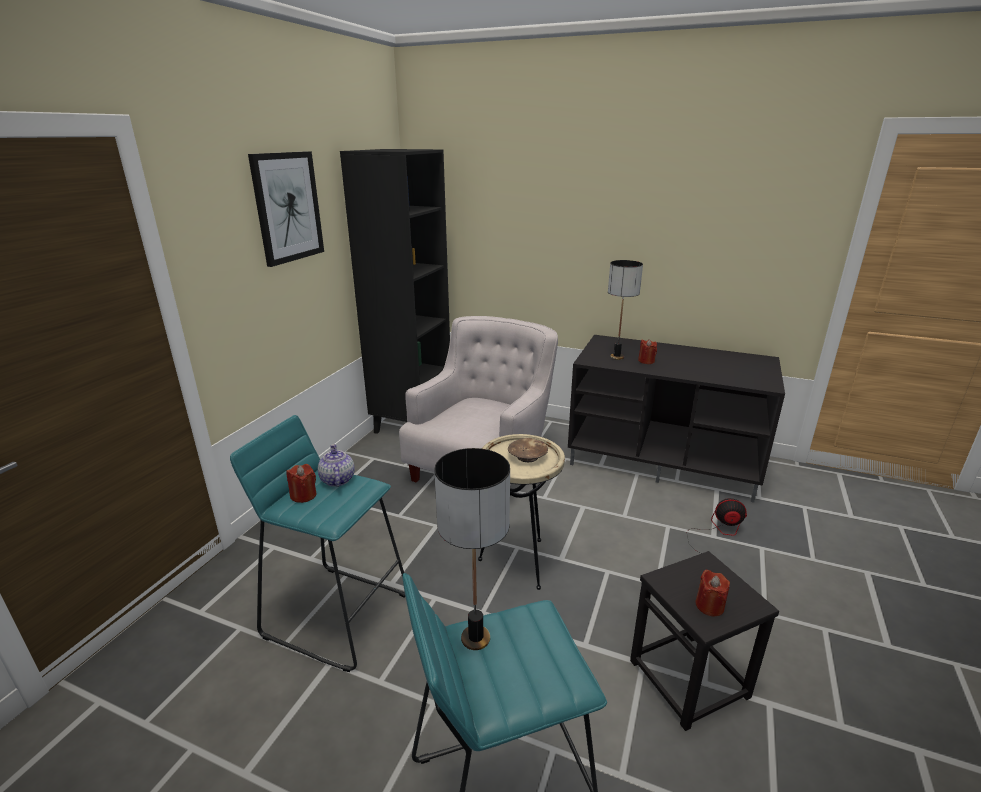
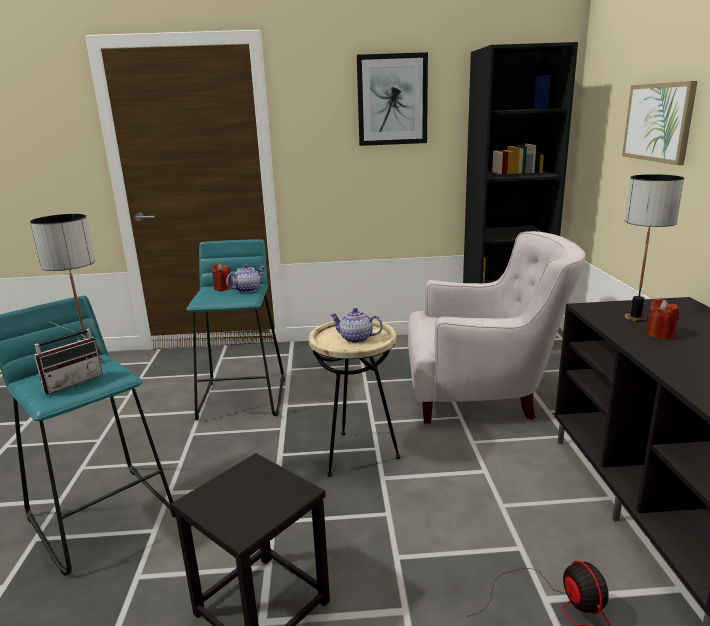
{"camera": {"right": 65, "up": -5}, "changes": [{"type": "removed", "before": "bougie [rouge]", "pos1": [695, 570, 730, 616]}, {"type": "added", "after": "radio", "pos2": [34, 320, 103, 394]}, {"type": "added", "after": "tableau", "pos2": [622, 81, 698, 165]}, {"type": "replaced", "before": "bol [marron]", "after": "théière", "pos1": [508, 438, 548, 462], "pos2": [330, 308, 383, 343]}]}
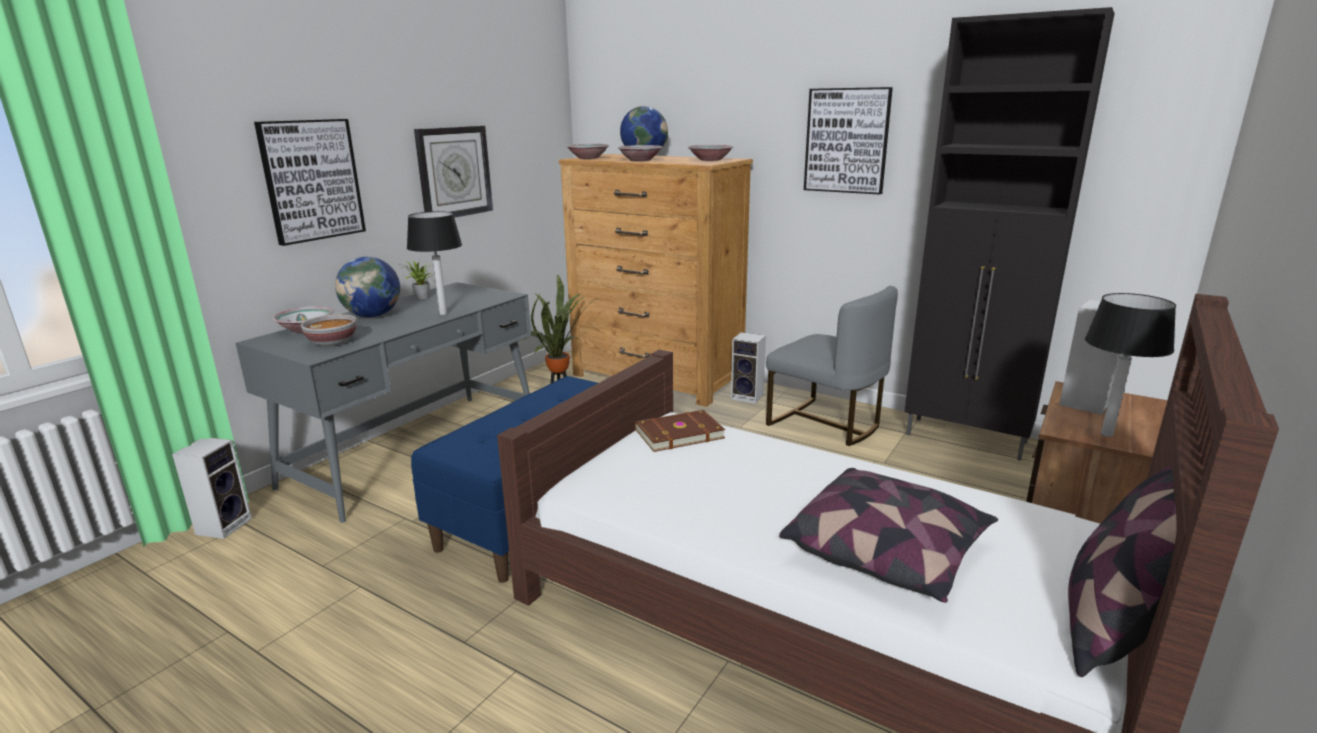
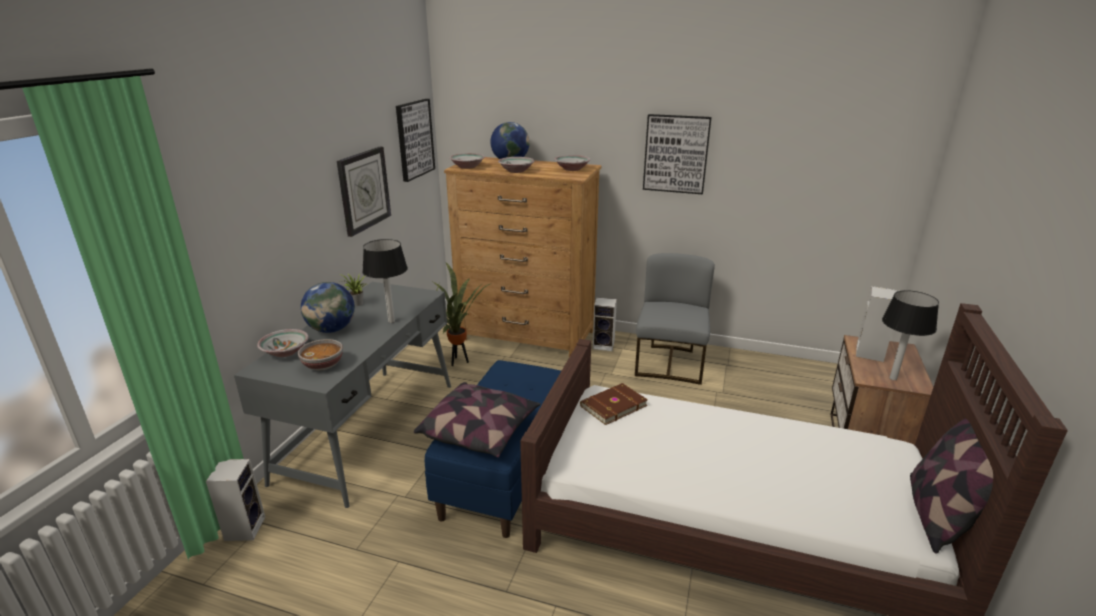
{"camera": {"right": -15, "up": 5}, "changes": [{"type": "removed", "before": "meuble de rangement [noir]", "pos1": [904, 7, 1115, 461]}, {"type": "moved", "before": "tableau", "pos1": [254, 119, 366, 246], "pos2": [396, 99, 435, 182]}, {"type": "moved", "before": "coussin", "pos1": [779, 468, 998, 603], "pos2": [414, 382, 541, 457]}, {"type": "turned", "before": "chaise [gris]", "pos1": [766, 286, 898, 446], "pos2": [635, 253, 715, 385], "turn": -105}]}
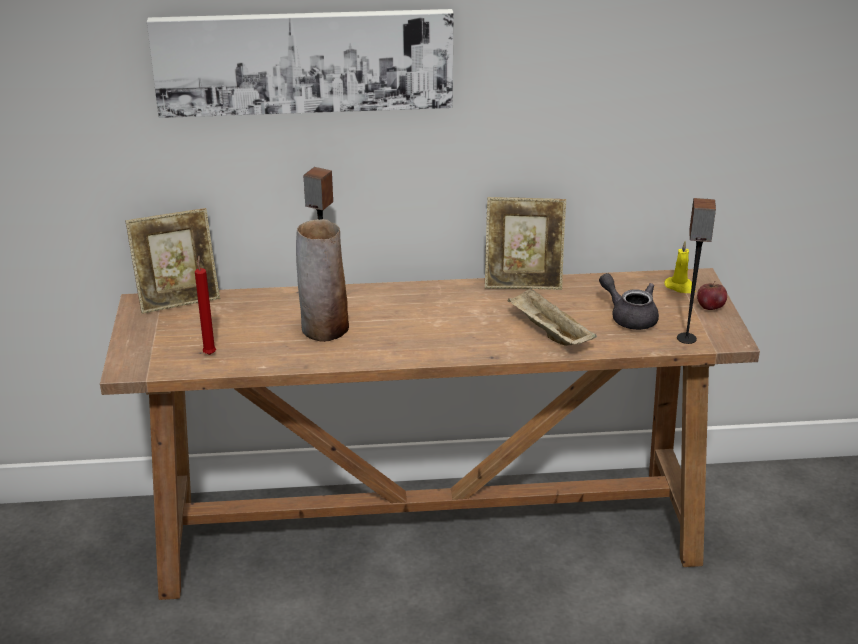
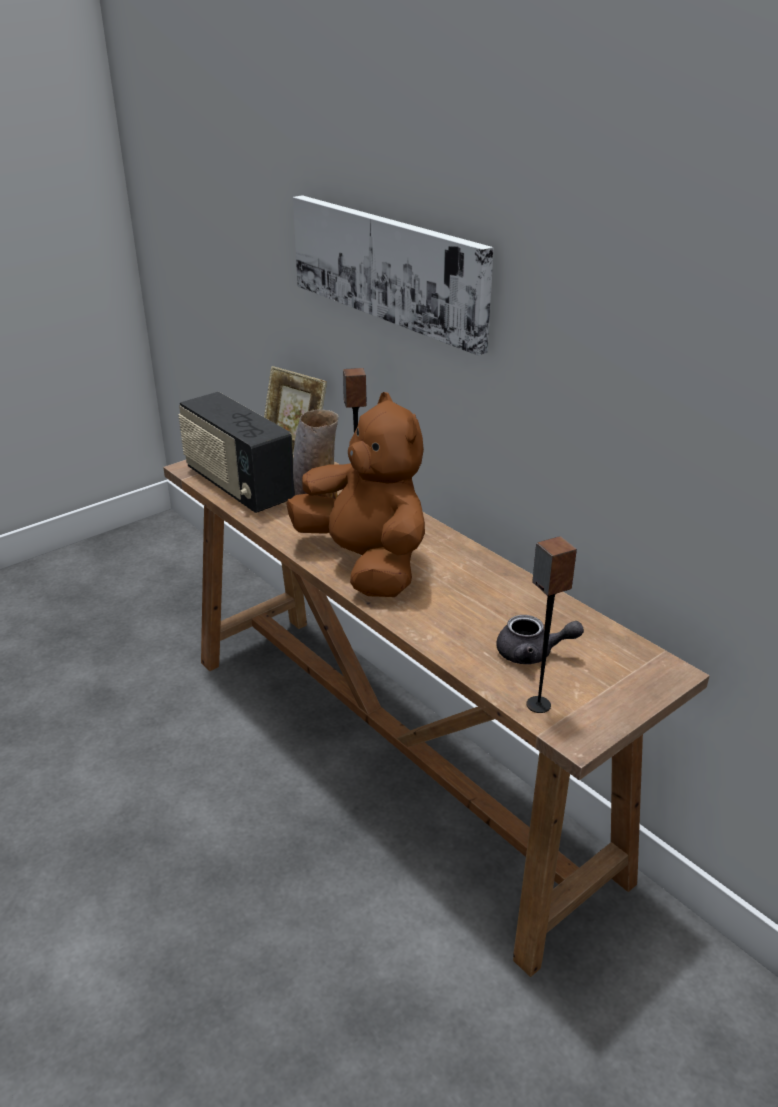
{"camera": {"right": 55, "up": 0}, "changes": [{"type": "removed", "before": "cadre photo", "pos1": [485, 197, 566, 290]}, {"type": "removed", "before": "plateau [beige]", "pos1": [508, 288, 597, 346]}, {"type": "removed", "before": "bougie [jaune]", "pos1": [664, 241, 692, 293]}, {"type": "removed", "before": "pomme", "pos1": [697, 281, 727, 310]}, {"type": "added", "after": "peluche [marron]", "pos2": [286, 392, 425, 597]}, {"type": "replaced", "before": "bougie [rouge]", "after": "radio", "pos1": [195, 256, 216, 355], "pos2": [178, 391, 295, 513]}, {"type": "turned", "before": "théière [gris]", "pos1": [599, 273, 659, 330], "pos2": [497, 615, 584, 664], "turn": 90}]}
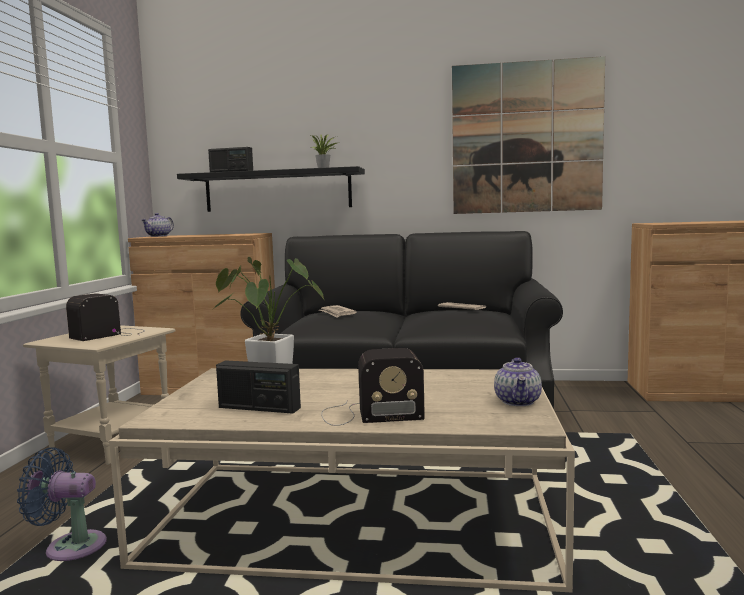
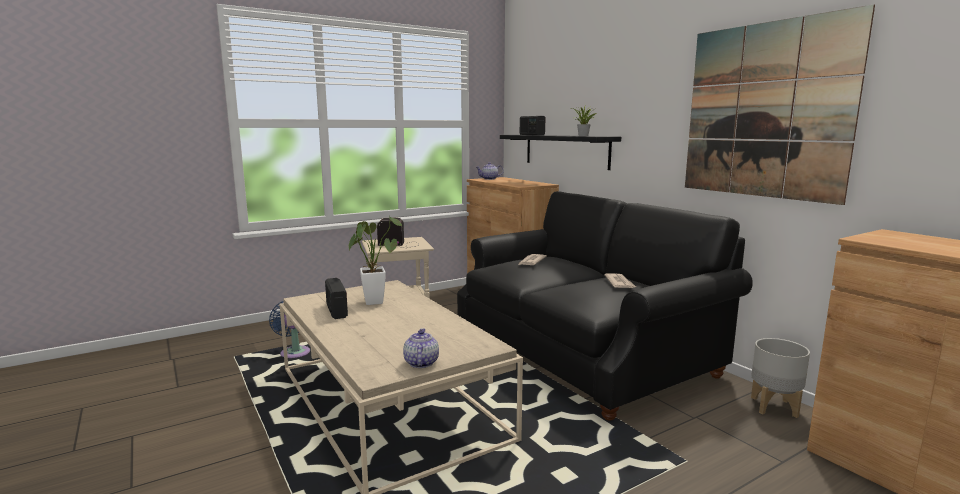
{"camera": {"right": 50, "up": 5}, "changes": [{"type": "removed", "before": "radio", "pos1": [321, 348, 425, 426]}, {"type": "added", "after": "cache-pot [gris]", "pos2": [751, 338, 810, 418]}, {"type": "turned", "before": "théière", "pos1": [494, 357, 542, 406], "pos2": [403, 328, 439, 368], "turn": 120}]}
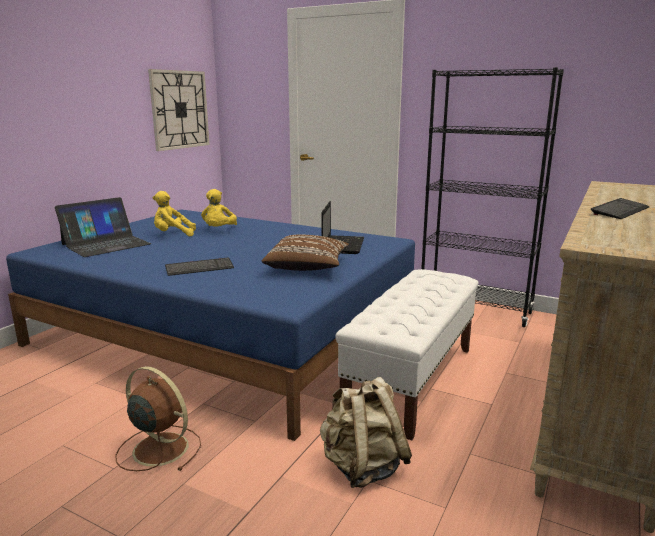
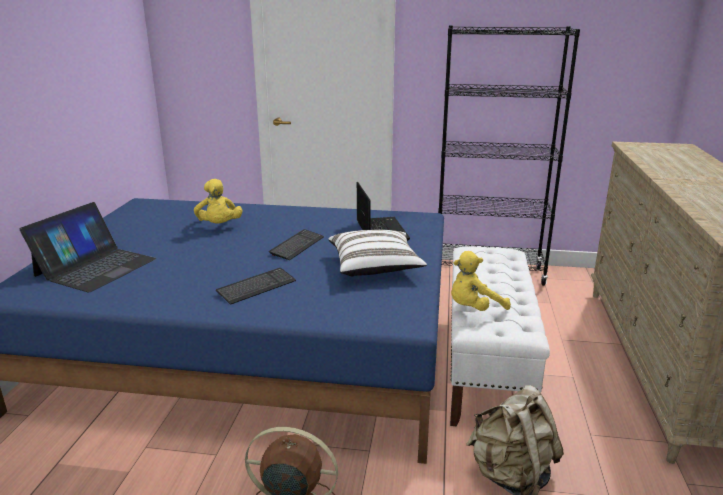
{"camera": {"right": -20, "up": 5}, "changes": [{"type": "removed", "before": "horloge murale", "pos1": [148, 69, 209, 151]}, {"type": "moved", "before": "peluche [jaune]", "pos1": [152, 191, 196, 236], "pos2": [451, 251, 511, 311]}, {"type": "moved", "before": "clavier", "pos1": [591, 198, 650, 219], "pos2": [269, 229, 324, 260]}, {"type": "recoloured", "before": "coussin [marron]", "after": "coussin [blanc]", "pos1": [262, 234, 349, 271], "pos2": [329, 230, 427, 277]}]}
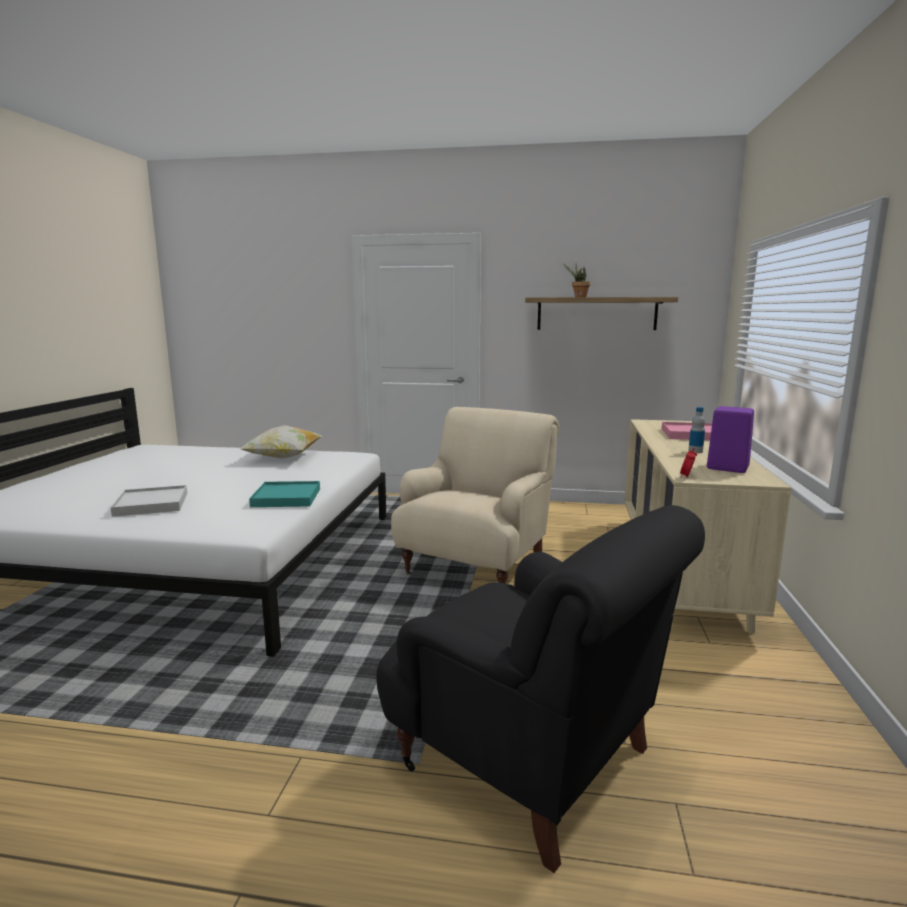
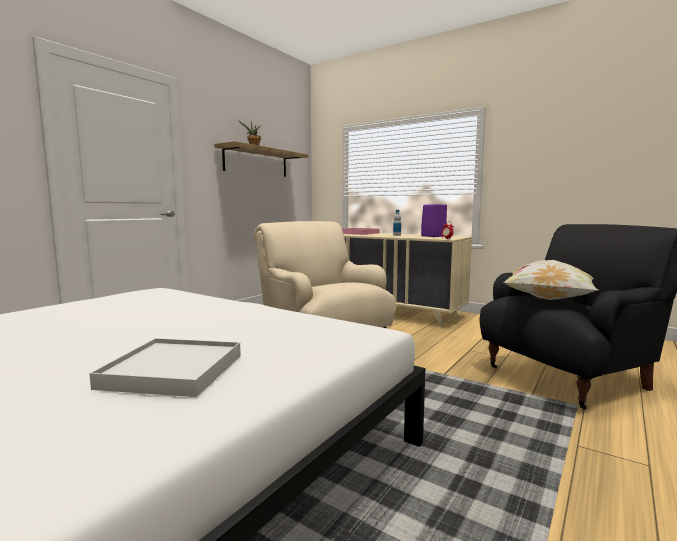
{"camera": {"right": -65, "up": -5}, "changes": [{"type": "removed", "before": "plateau [turquoise]", "pos1": [249, 481, 320, 507]}, {"type": "moved", "before": "coussin", "pos1": [240, 425, 322, 459], "pos2": [503, 260, 598, 300]}]}
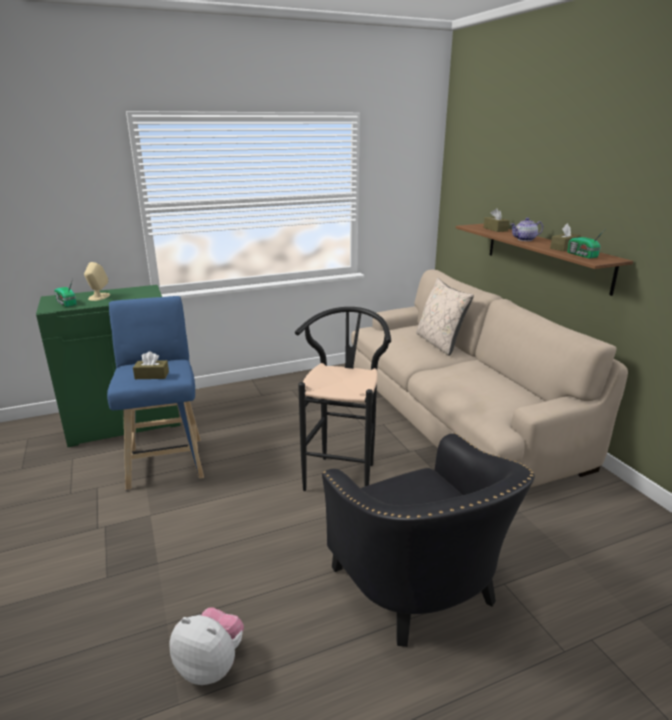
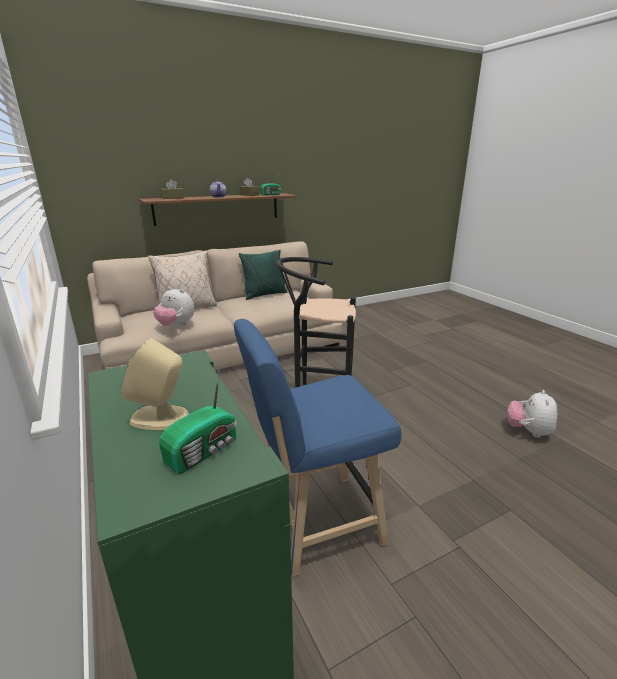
{"camera": {"right": -95, "up": 0}, "changes": [{"type": "removed", "before": "boîte à mouchoirs [marron]", "pos1": [133, 352, 169, 379]}, {"type": "removed", "before": "fauteuil [noir]", "pos1": [322, 433, 535, 647]}, {"type": "added", "after": "peluche", "pos2": [153, 287, 195, 326]}, {"type": "added", "after": "coussin [vert]", "pos2": [239, 250, 287, 300]}]}
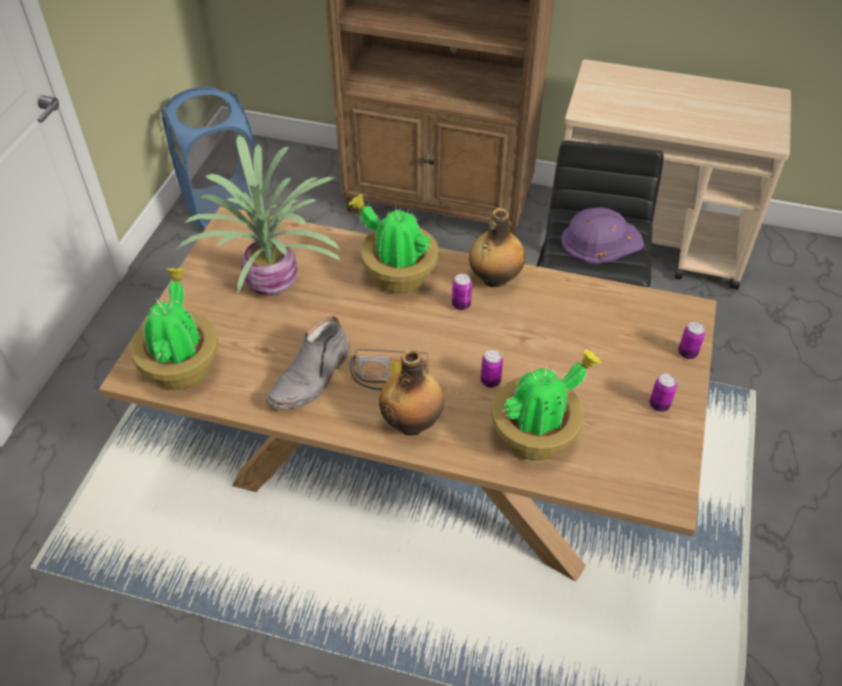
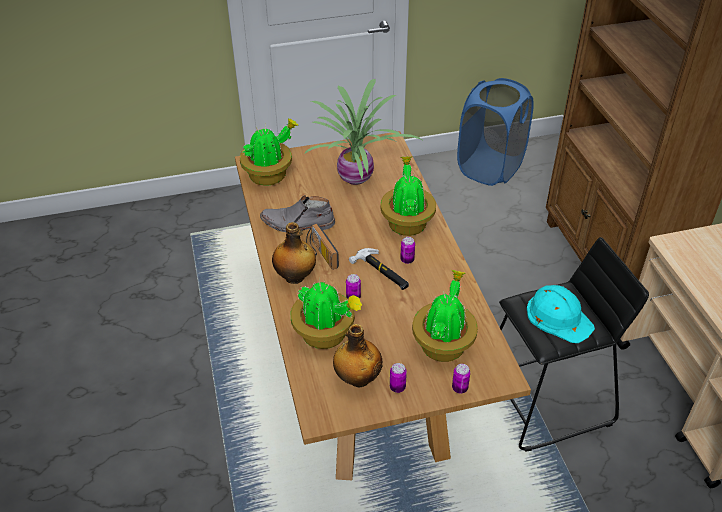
{"camera": {"right": 60, "up": -5}, "changes": [{"type": "added", "after": "marteau", "pos2": [349, 248, 409, 290]}, {"type": "added", "after": "plante en pot", "pos2": [412, 270, 478, 362]}, {"type": "moved", "before": "bouteille", "pos1": [469, 208, 526, 287], "pos2": [333, 324, 382, 387]}, {"type": "recoloured", "before": "casque de chantier [violet]", "after": "casque de chantier [turquoise]", "pos1": [561, 208, 644, 264], "pos2": [527, 285, 595, 343]}]}
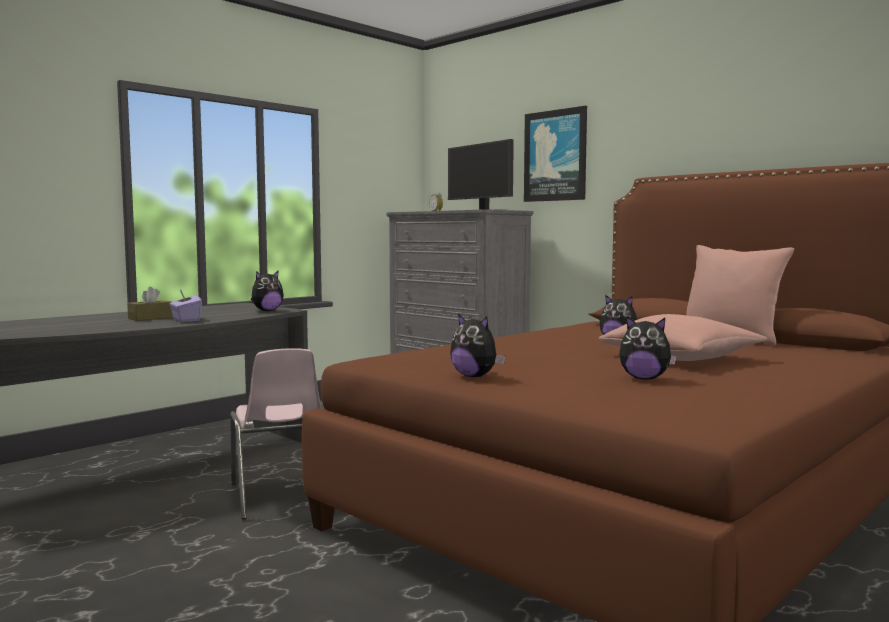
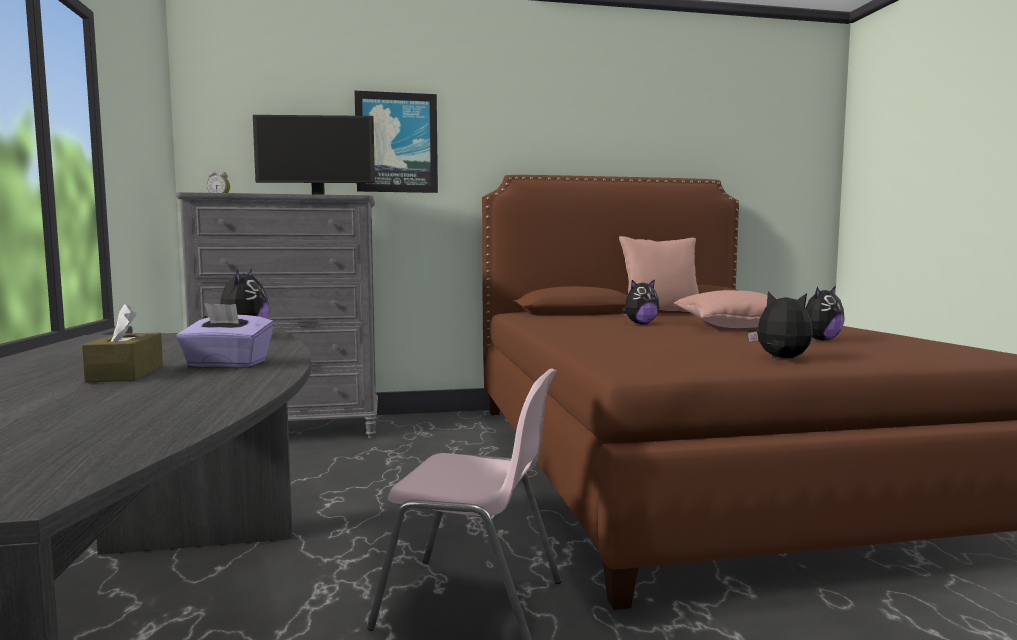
{"camera": {"right": -55, "up": 0}, "changes": [{"type": "turned", "before": "peluche", "pos1": [450, 314, 505, 377], "pos2": [748, 292, 813, 358], "turn": -120}]}
